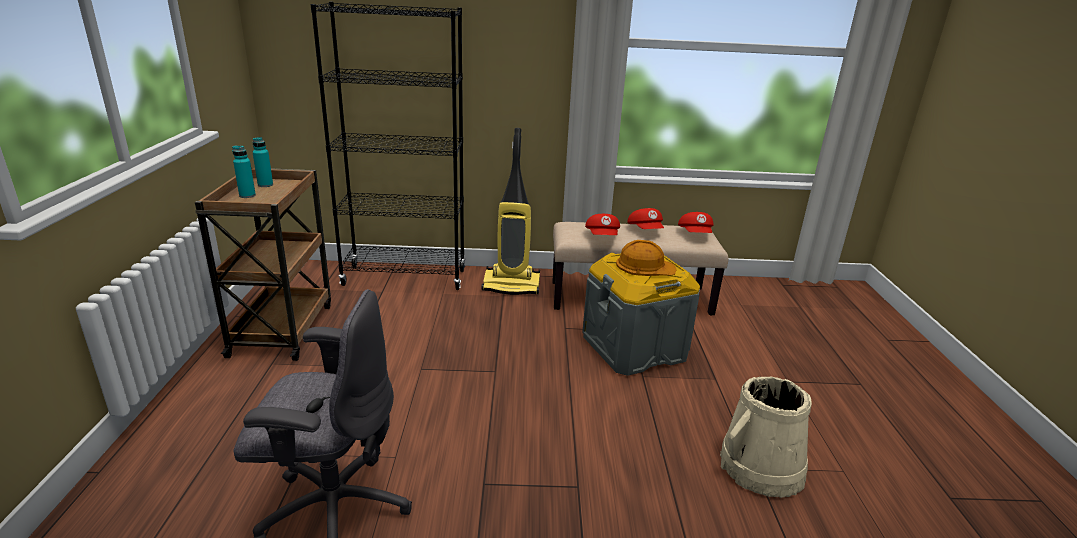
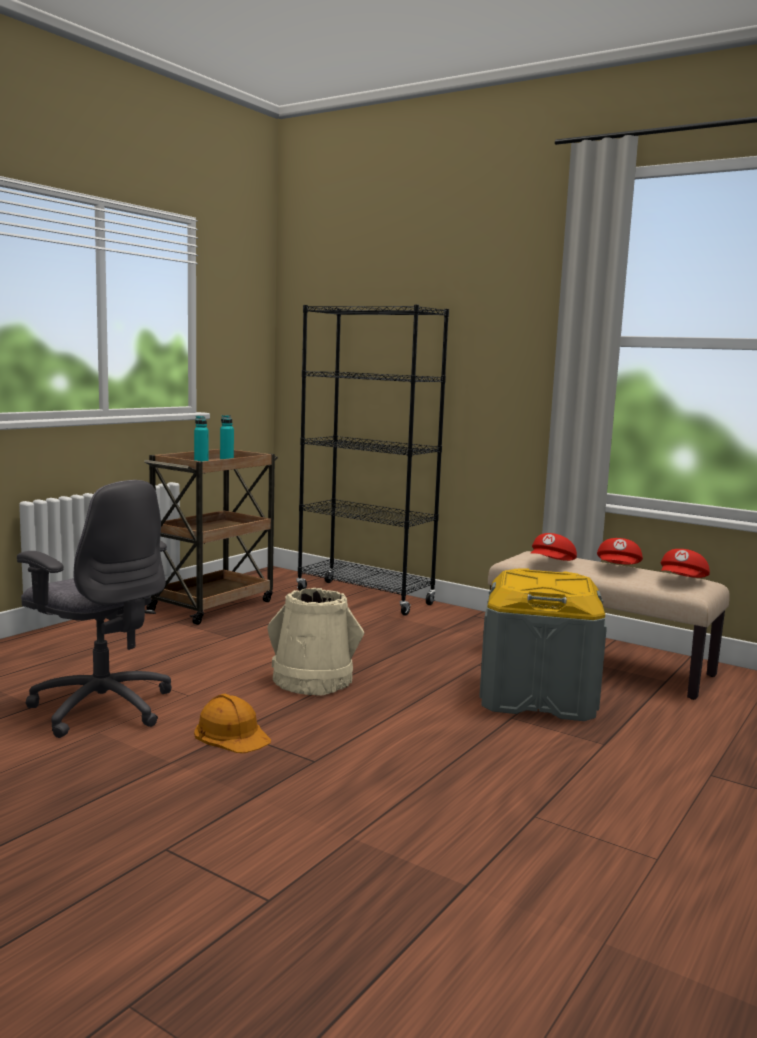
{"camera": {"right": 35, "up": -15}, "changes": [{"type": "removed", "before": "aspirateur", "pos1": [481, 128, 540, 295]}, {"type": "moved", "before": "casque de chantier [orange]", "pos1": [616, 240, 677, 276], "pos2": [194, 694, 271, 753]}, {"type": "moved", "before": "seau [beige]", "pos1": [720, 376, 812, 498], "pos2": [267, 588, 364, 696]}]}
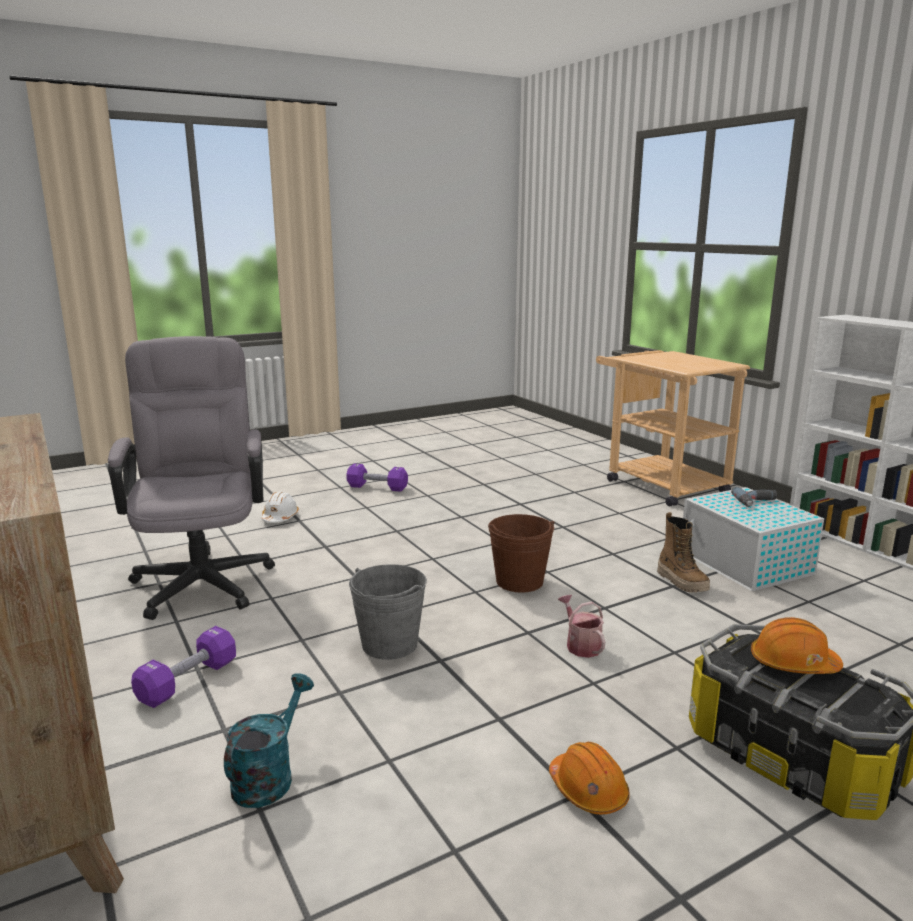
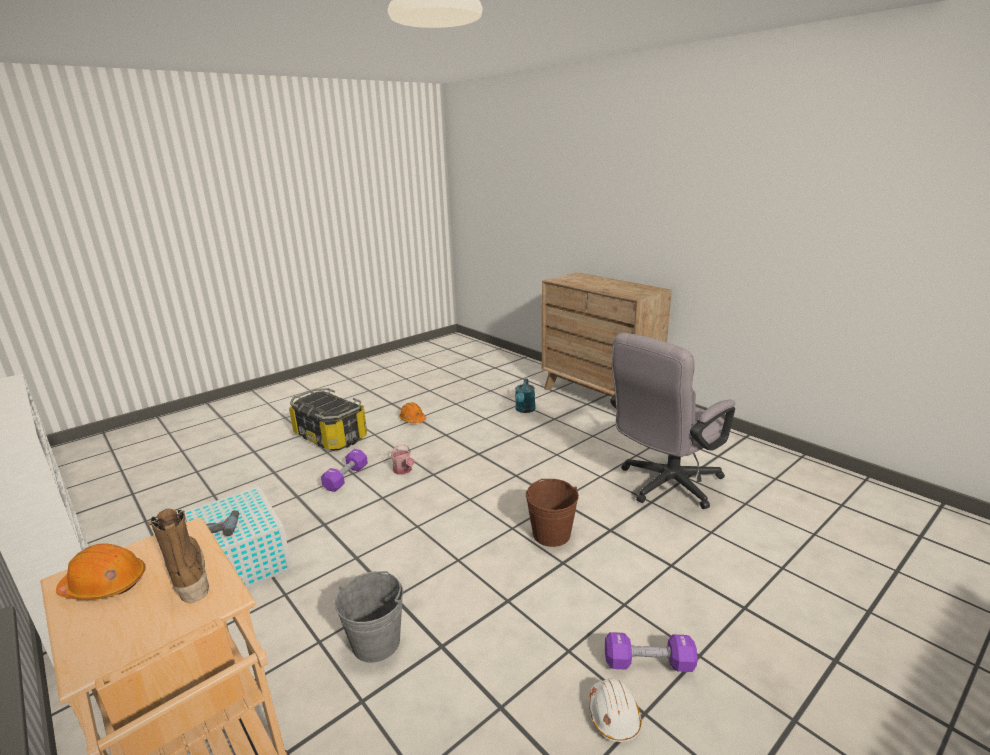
{"camera": {"right": 170, "up": 5}, "changes": [{"type": "moved", "before": "haltère [violet]", "pos1": [131, 626, 236, 708], "pos2": [321, 449, 368, 492]}, {"type": "moved", "before": "casque de chantier [blanc]", "pos1": [261, 492, 299, 523], "pos2": [589, 679, 642, 742]}, {"type": "moved", "before": "seau [gris]", "pos1": [349, 564, 427, 660], "pos2": [335, 571, 403, 663]}, {"type": "moved", "before": "seau [marron]", "pos1": [488, 514, 555, 592], "pos2": [526, 479, 579, 547]}, {"type": "moved", "before": "botte", "pos1": [657, 512, 710, 593], "pos2": [147, 509, 209, 603]}, {"type": "moved", "before": "casque de chantier [orange]", "pos1": [751, 617, 843, 674], "pos2": [56, 543, 146, 600]}, {"type": "turned", "before": "chaise de bureau [gris]", "pos1": [108, 336, 275, 620], "pos2": [610, 333, 735, 509], "turn": 75}]}
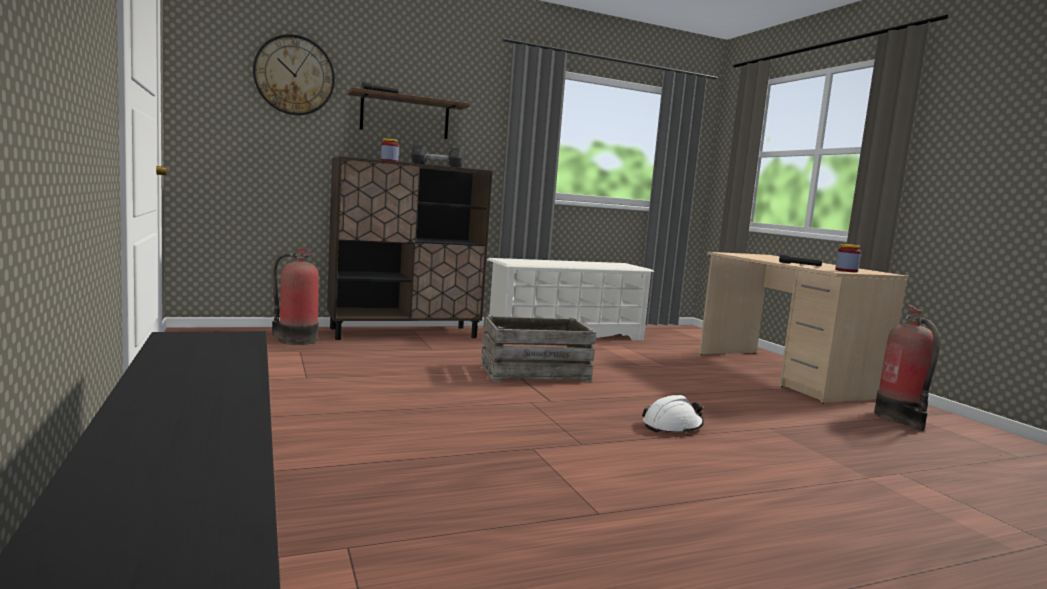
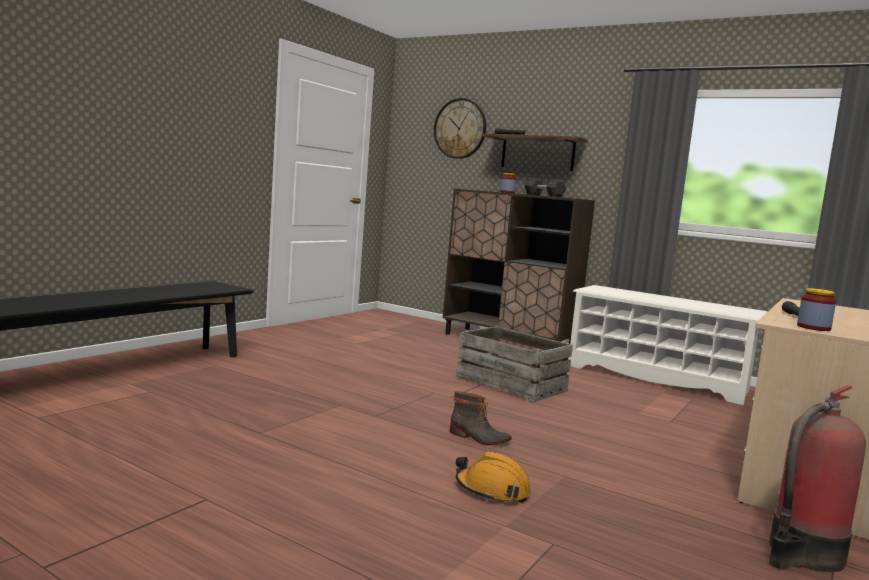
{"camera": {"right": 55, "up": 0}, "changes": [{"type": "removed", "before": "extincteur", "pos1": [272, 248, 319, 345]}, {"type": "added", "after": "casque de chantier [orange]", "pos2": [456, 451, 531, 503]}, {"type": "replaced", "before": "casque de chantier [blanc]", "after": "botte", "pos1": [642, 395, 704, 434], "pos2": [450, 391, 512, 445]}]}
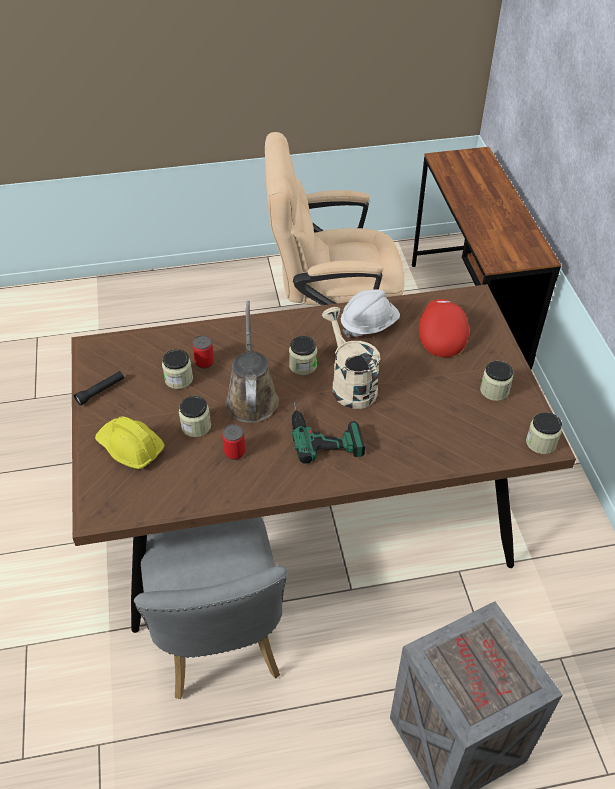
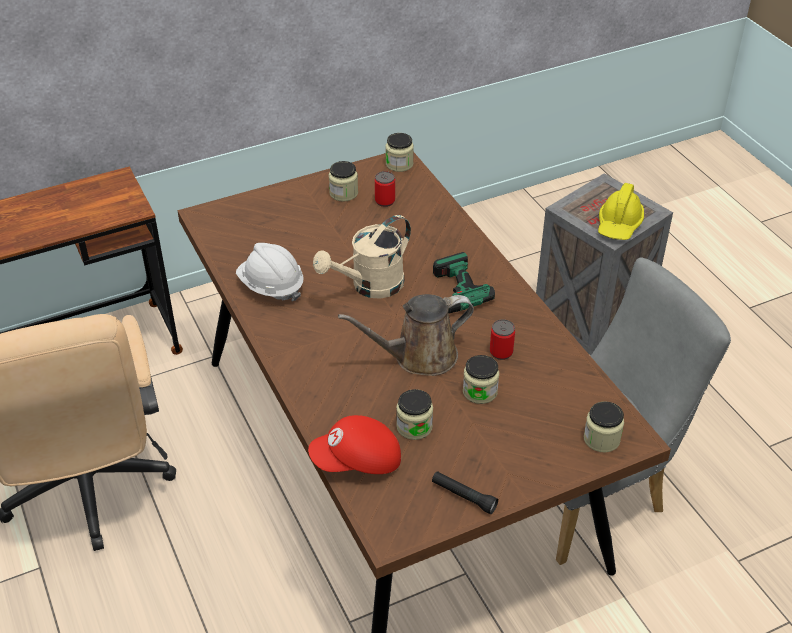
{"camera": {"right": -105, "up": -5}, "changes": [{"type": "moved", "before": "casque de chantier [jaune]", "pos1": [95, 416, 165, 470], "pos2": [598, 183, 644, 240]}, {"type": "moved", "before": "boîte métallique", "pos1": [192, 335, 214, 369], "pos2": [375, 171, 395, 207]}, {"type": "moved", "before": "bocal", "pos1": [289, 336, 317, 375], "pos2": [584, 401, 624, 453]}, {"type": "moved", "before": "casquette [rouge]", "pos1": [419, 299, 469, 357], "pos2": [308, 415, 401, 474]}]}
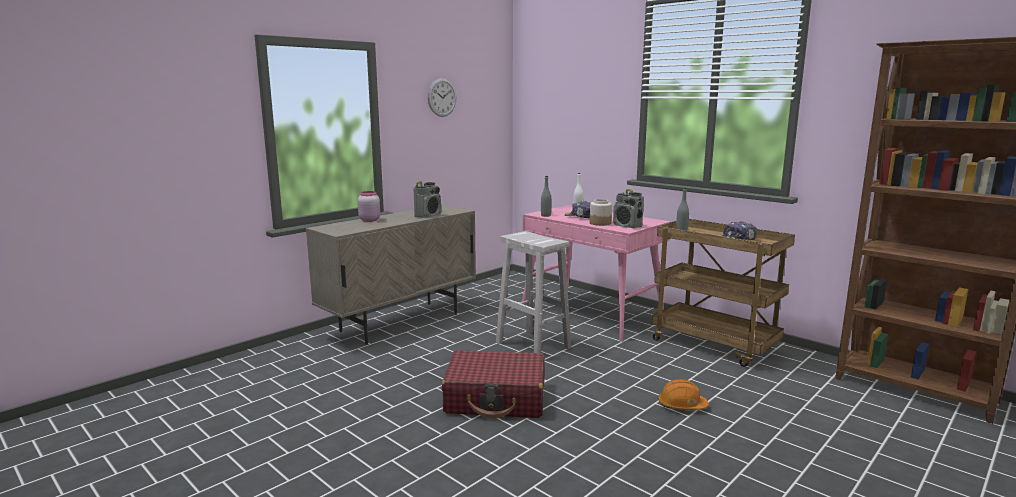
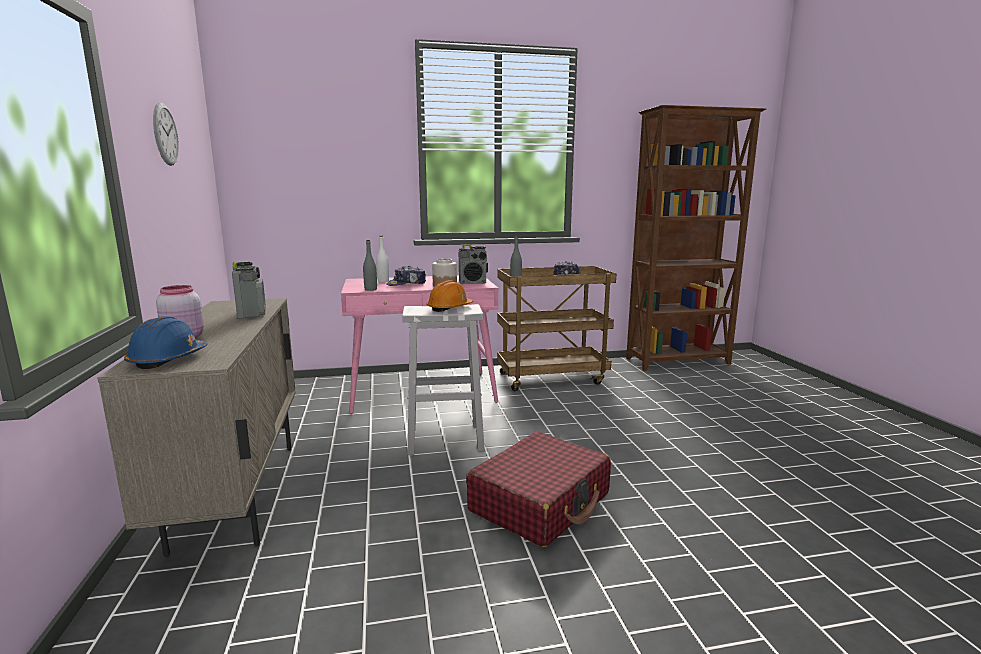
{"camera": {"right": -55, "up": 0}, "changes": [{"type": "added", "after": "casque de chantier [bleu]", "pos2": [124, 316, 208, 369]}, {"type": "moved", "before": "casque de chantier [orange]", "pos1": [658, 379, 709, 410], "pos2": [426, 280, 473, 312]}]}
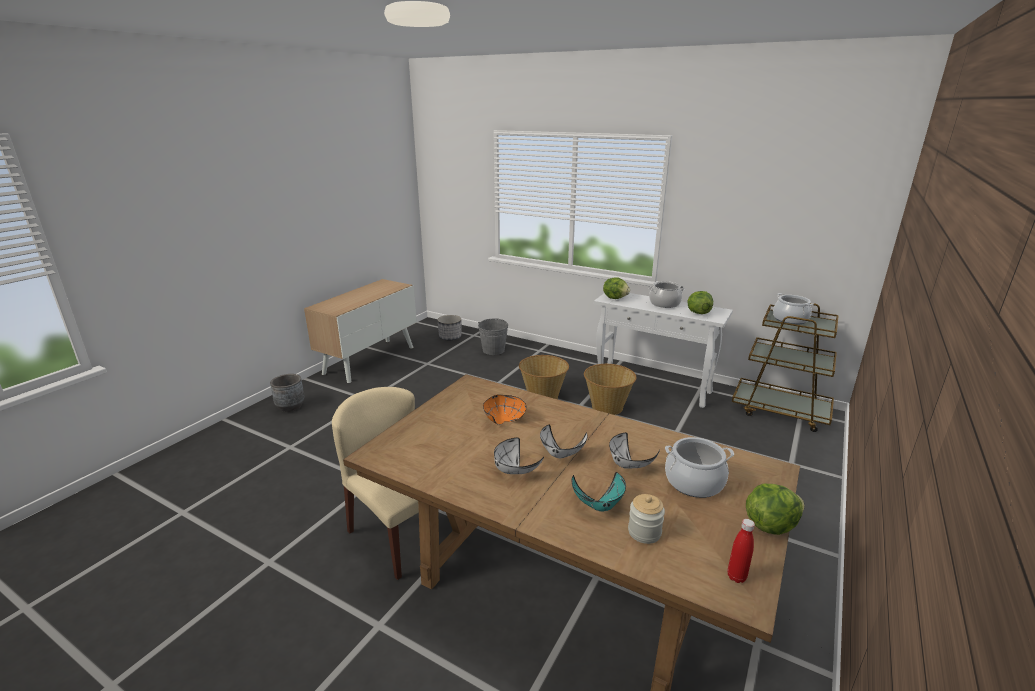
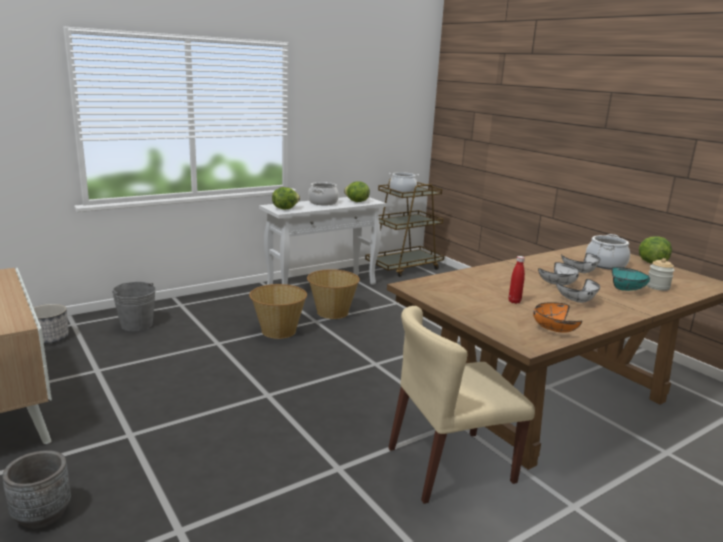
{"camera": {"right": -65, "up": -5}, "changes": [{"type": "moved", "before": "bol [orange]", "pos1": [483, 395, 527, 425], "pos2": [533, 302, 582, 333]}, {"type": "moved", "before": "bouteille [rouge]", "pos1": [728, 519, 755, 583], "pos2": [509, 256, 525, 304]}]}
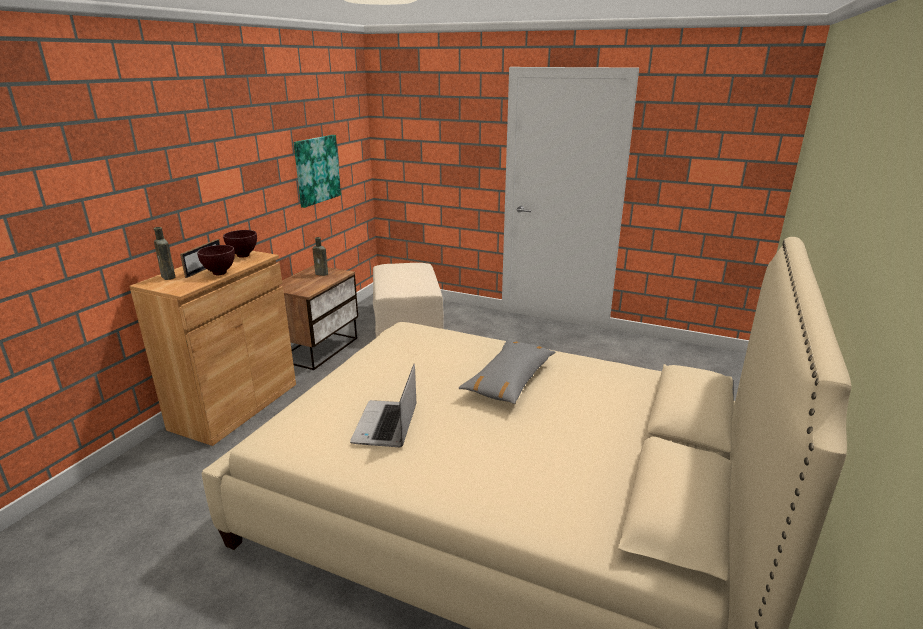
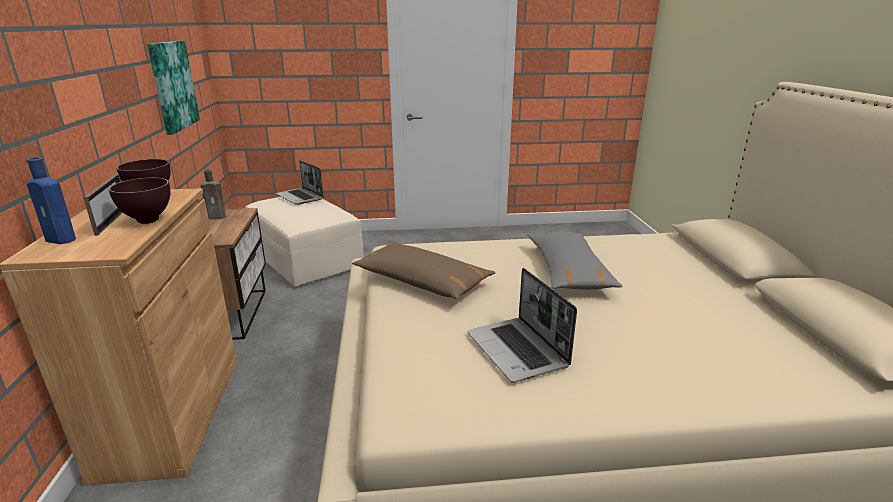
{"camera": {"right": -30, "up": 0}, "changes": [{"type": "added", "after": "ordinateur portable", "pos2": [276, 160, 324, 205]}, {"type": "added", "after": "coussin [marron]", "pos2": [352, 242, 495, 299]}, {"type": "recoloured", "before": "bouteille [marron]", "after": "bouteille [bleu]", "pos1": [154, 227, 175, 280], "pos2": [26, 157, 76, 244]}]}
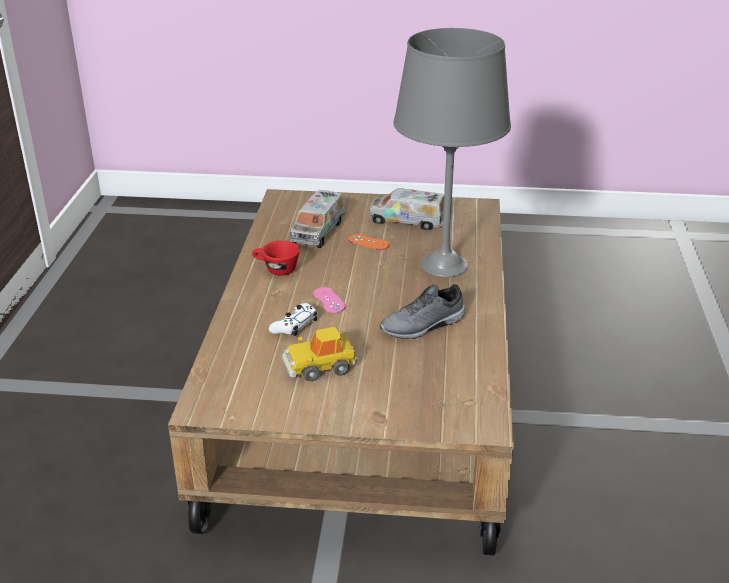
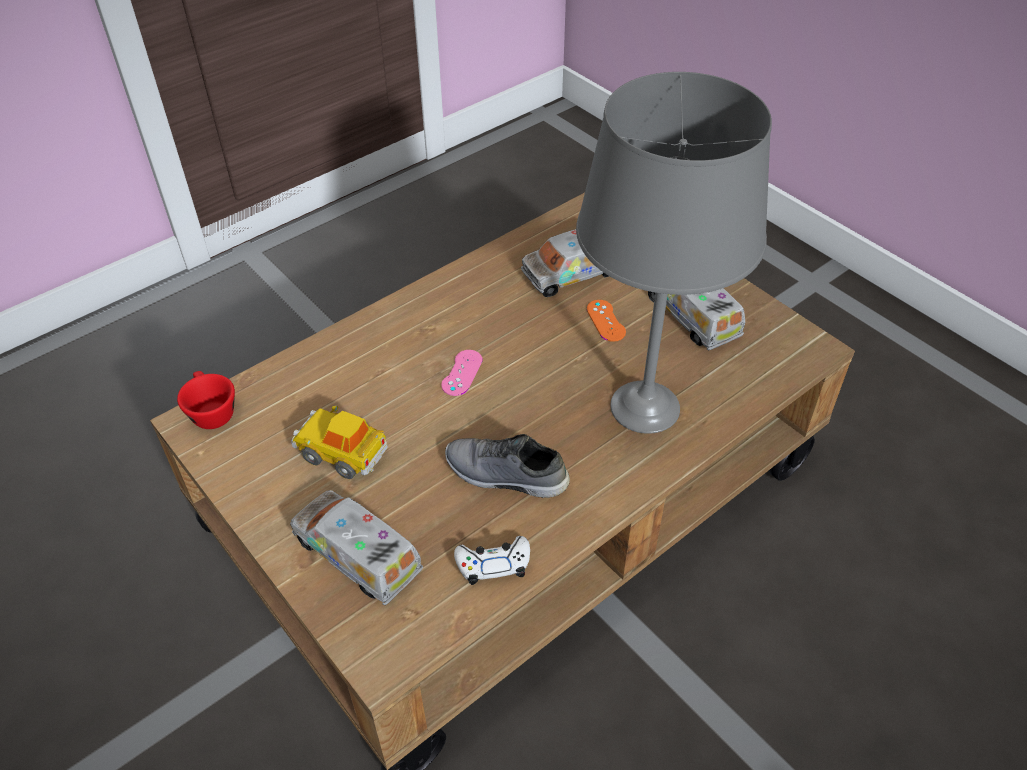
{"camera": {"right": 45, "up": 15}, "changes": [{"type": "added", "after": "camion jouet", "pos2": [290, 490, 423, 605]}, {"type": "moved", "before": "tasse [rouge]", "pos1": [252, 241, 300, 275], "pos2": [177, 371, 235, 429]}, {"type": "moved", "before": "manette [blanc]", "pos1": [269, 303, 317, 336], "pos2": [454, 536, 530, 585]}]}
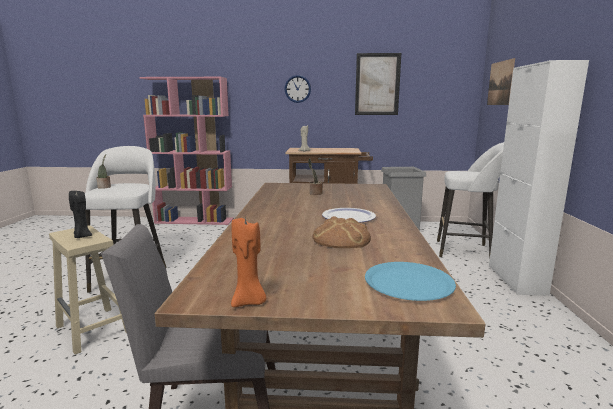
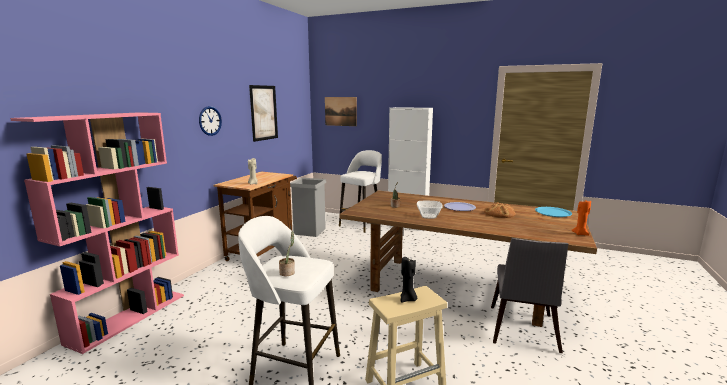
{"camera": {"right": -70, "up": 0}, "changes": [{"type": "added", "after": "bol", "pos2": [417, 201, 443, 219]}]}
